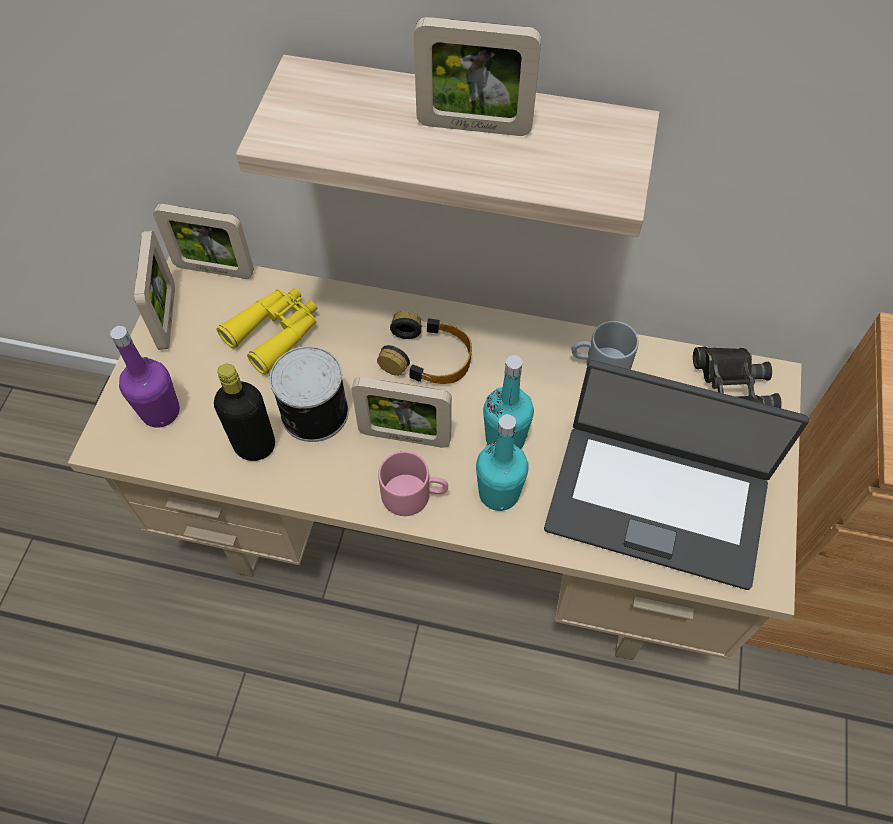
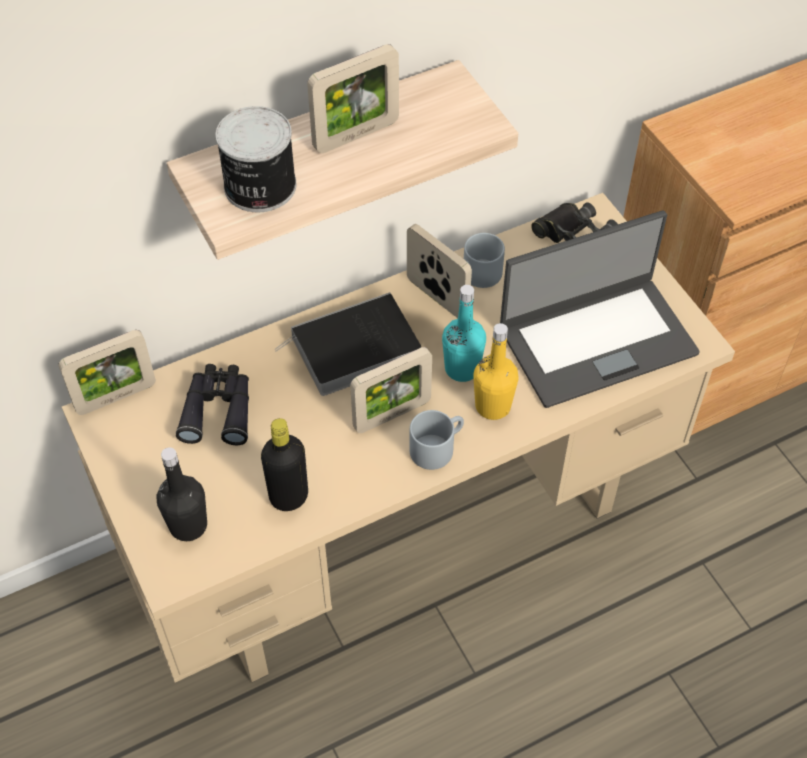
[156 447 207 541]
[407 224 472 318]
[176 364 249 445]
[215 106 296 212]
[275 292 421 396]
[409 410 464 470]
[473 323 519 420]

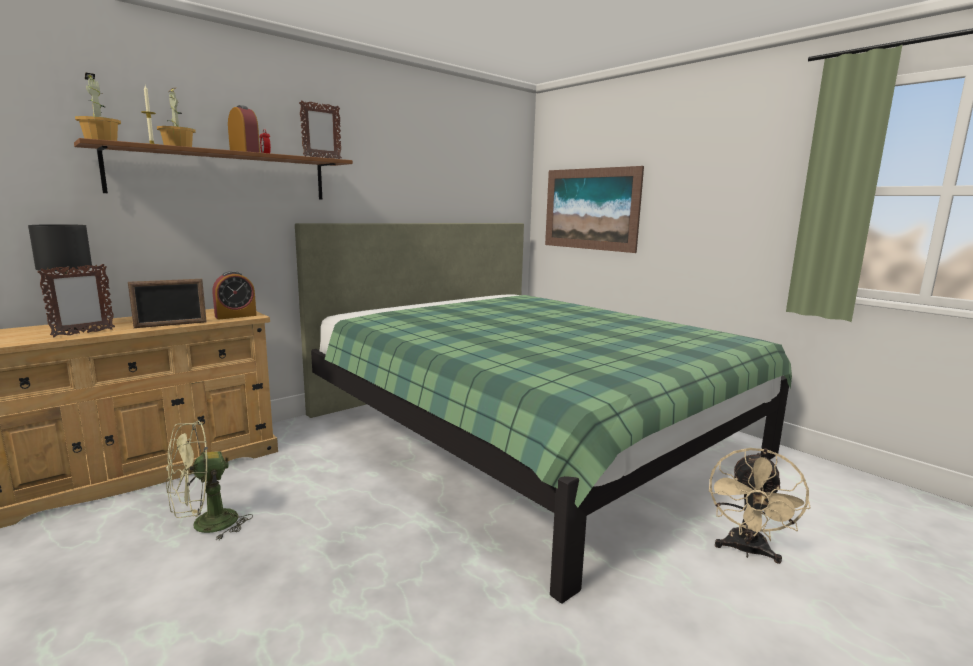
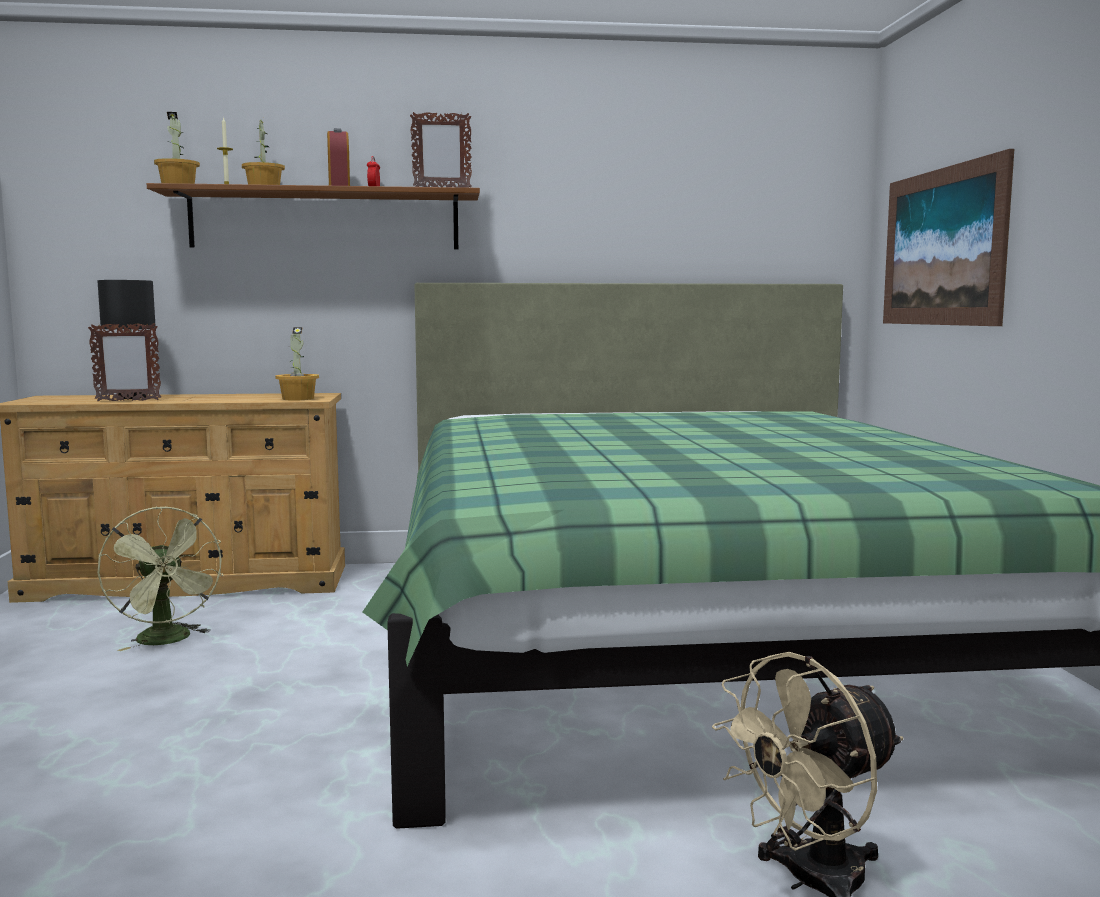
[128 279 207 328] (first image)
[98 506 223 651]
[275 327 319 400]

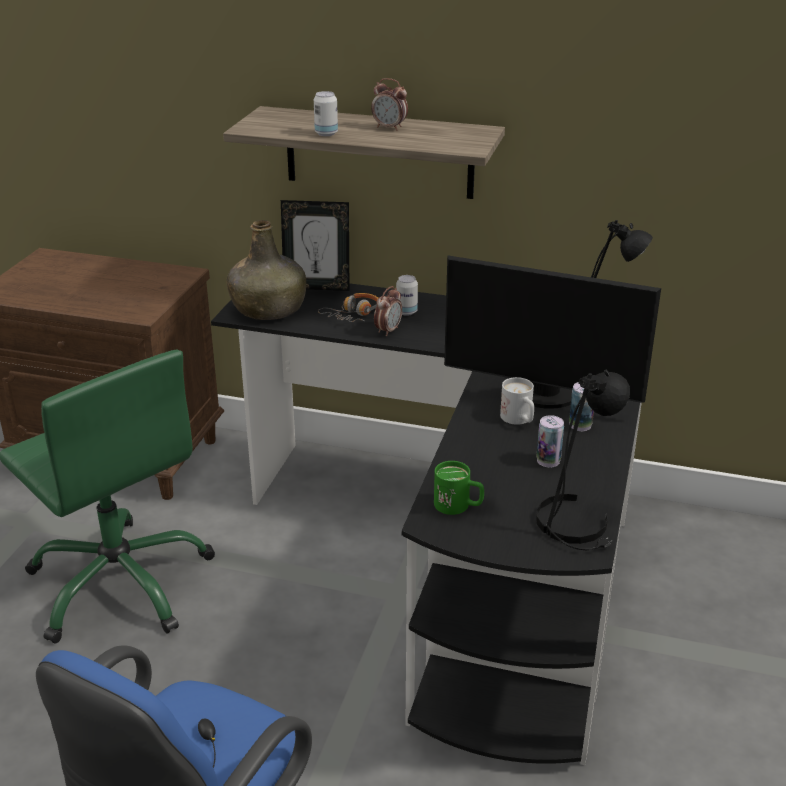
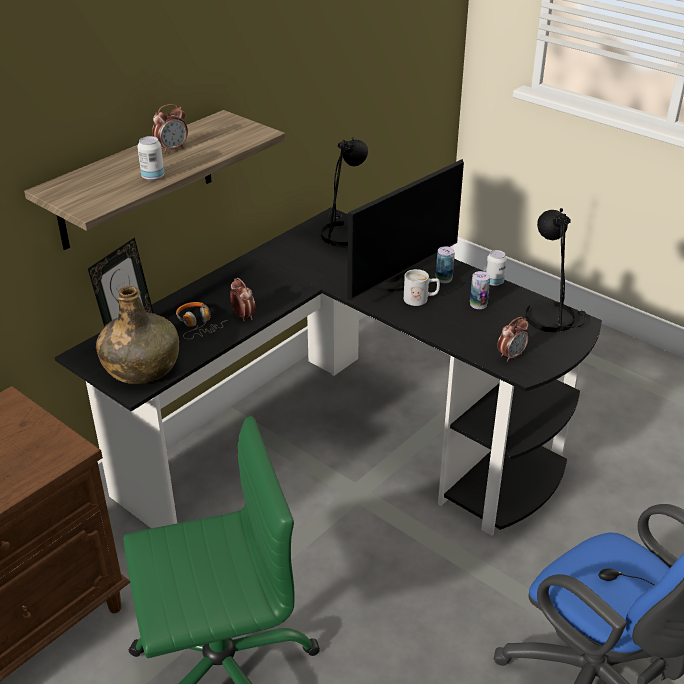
[486 250 507 286]
[497 317 529 362]

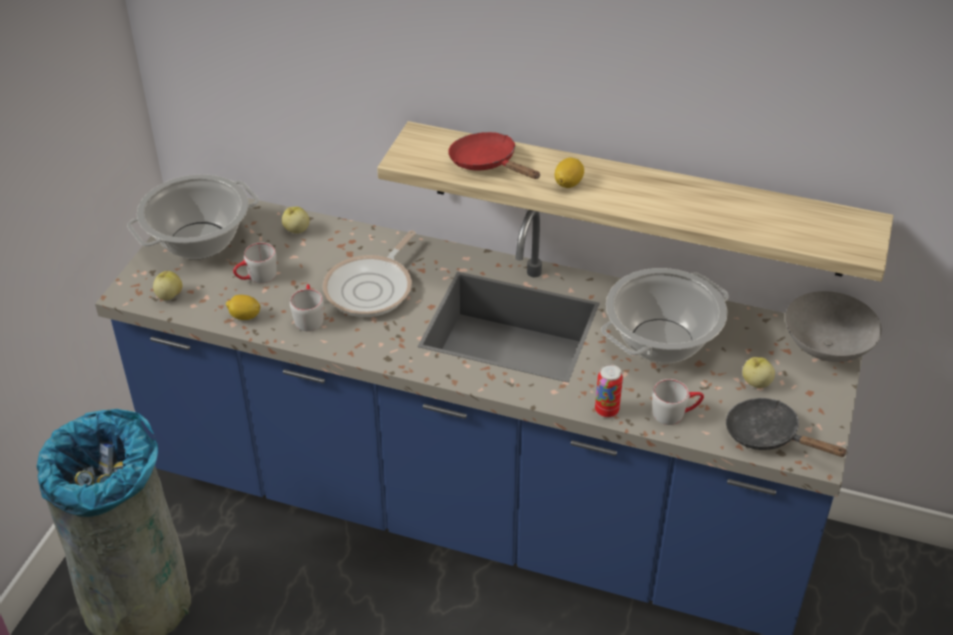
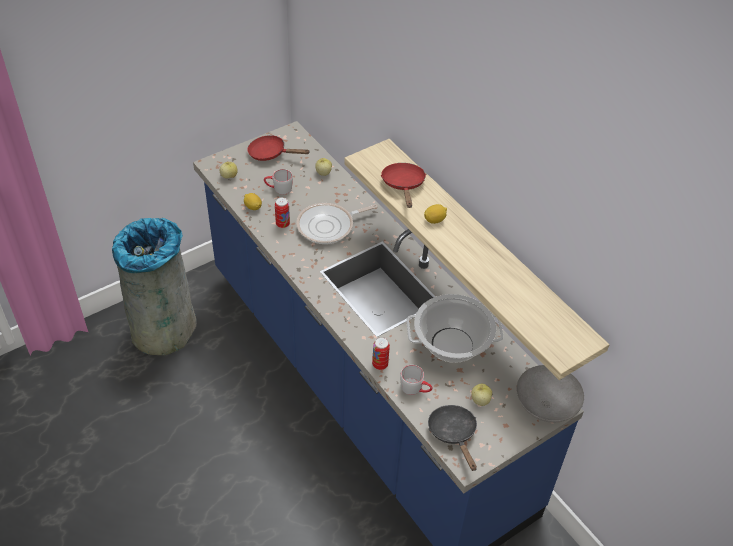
[247 135 309 161]
[275 197 290 228]

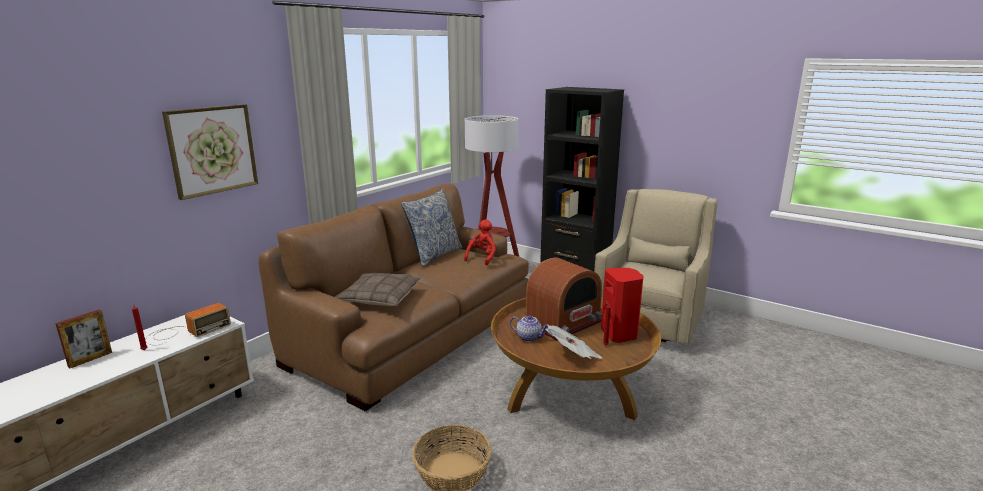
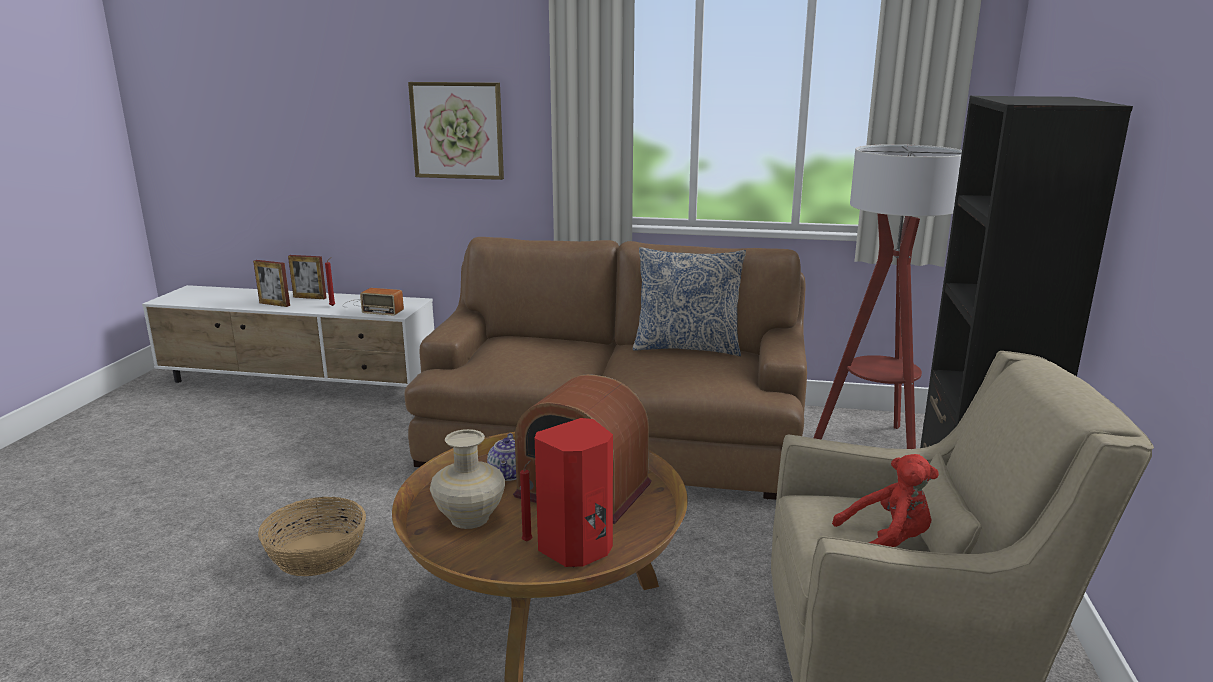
[335 273 421 306] (first image)
[832 454 939 547]
[430 429 505 529]
[253 260 290 307]

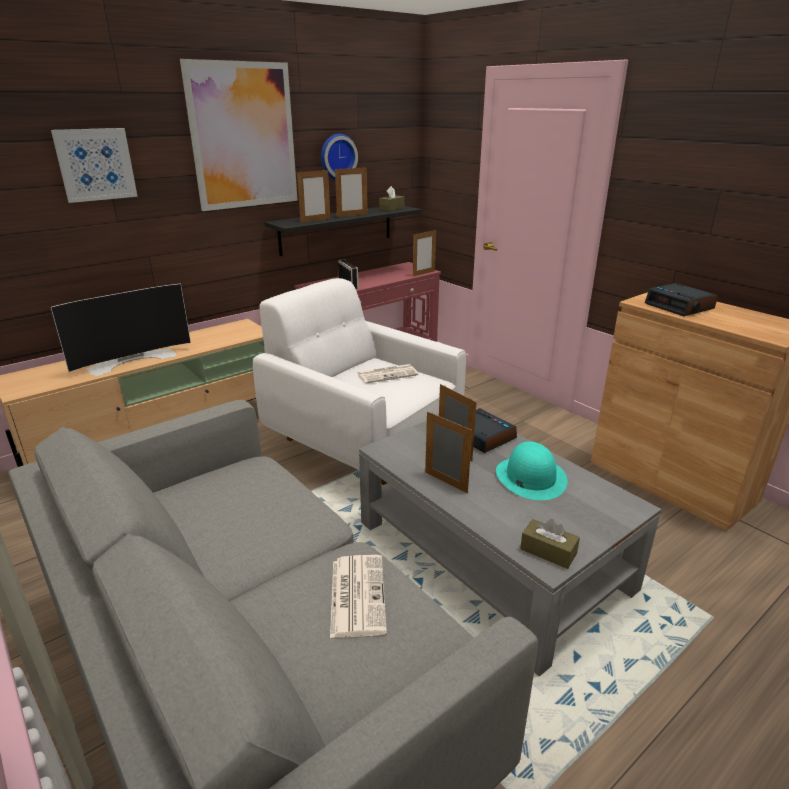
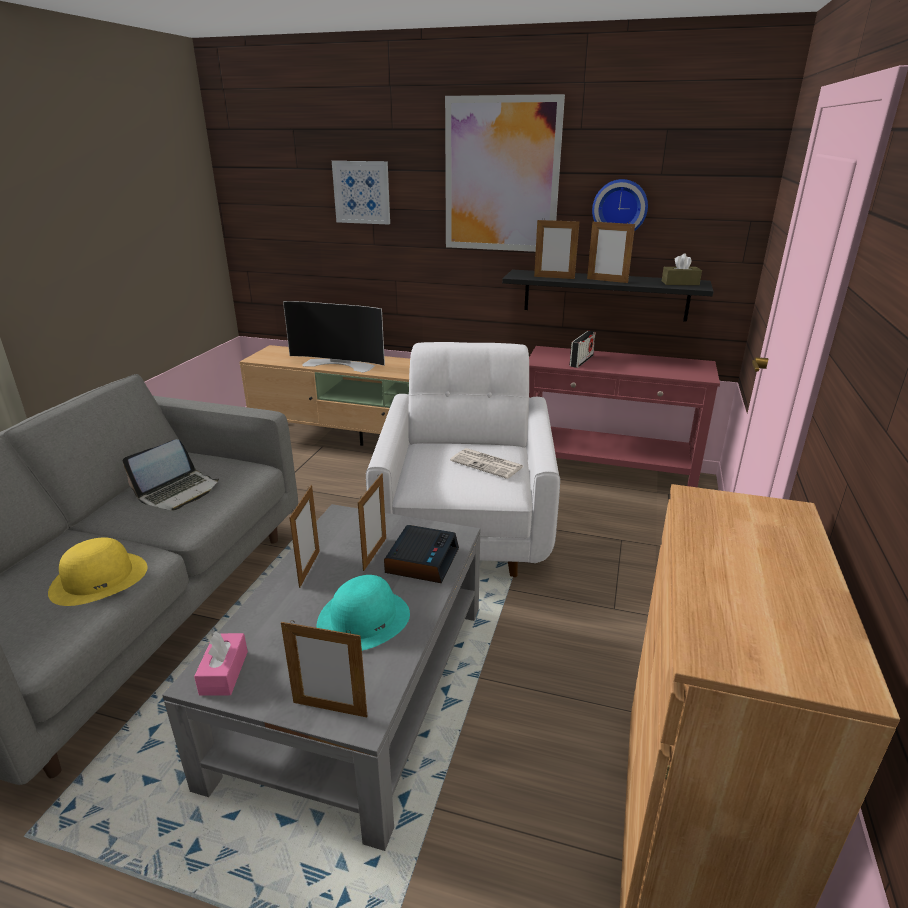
[48 537 147 606]
[281 620 368 717]
[194 631 248 696]
[645 283 718 316] (first image)
[123 439 219 511]

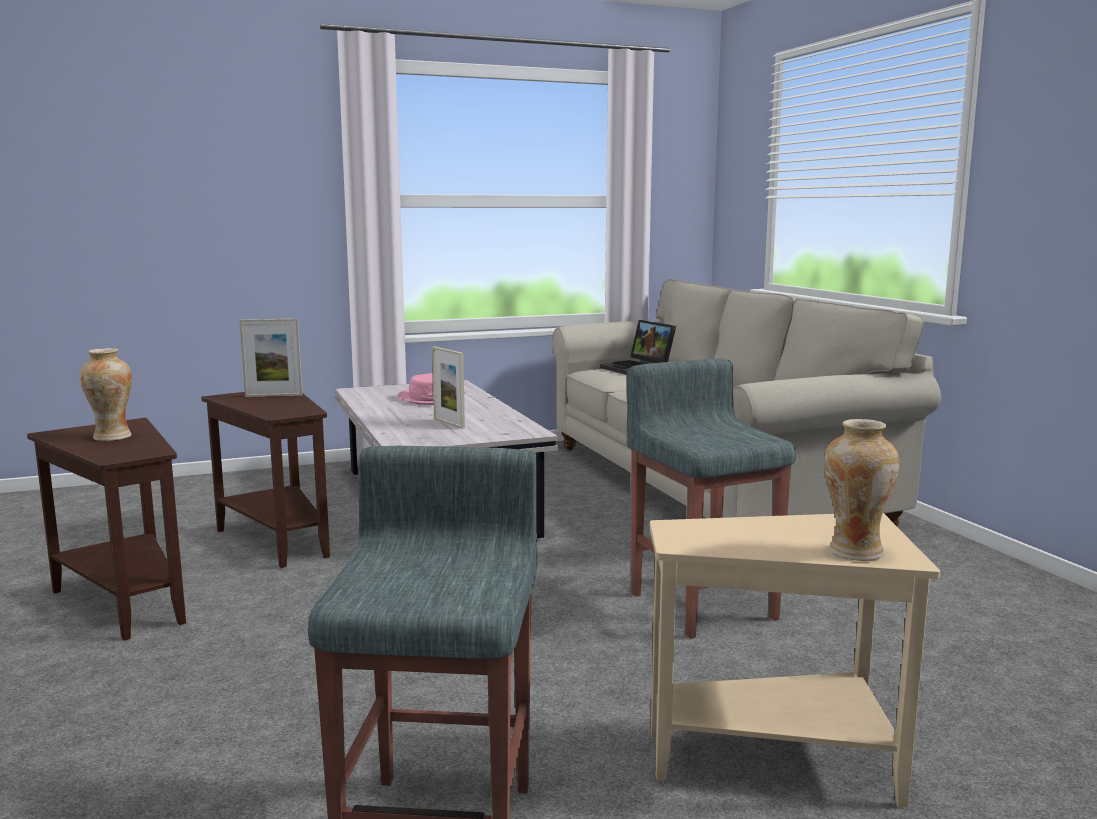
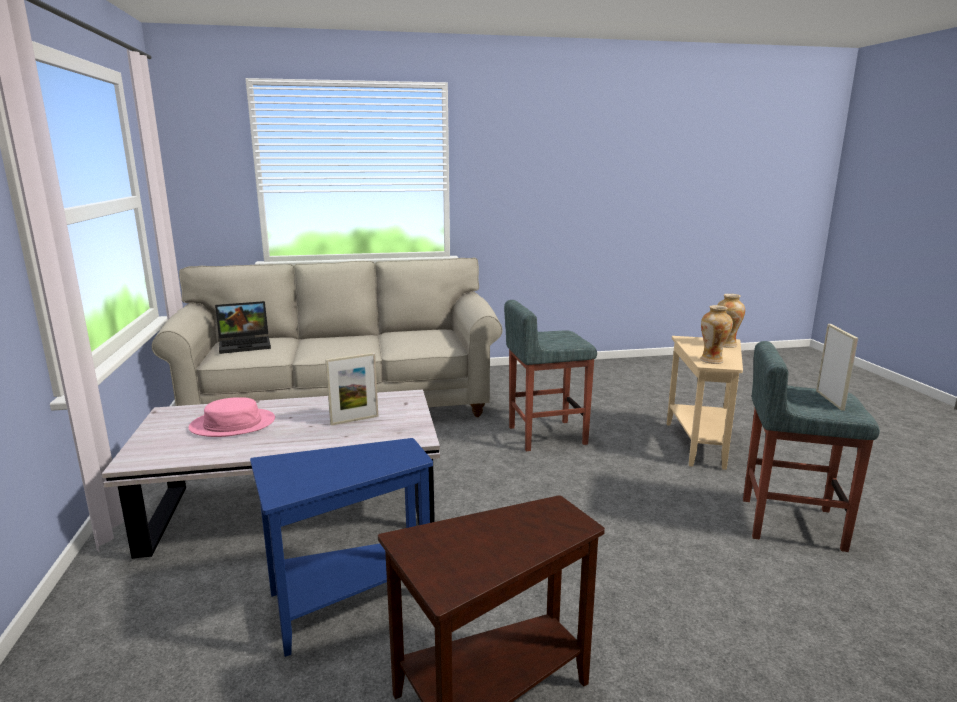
[700 305 733 364]
[250 438 433 657]
[816 324 858 411]

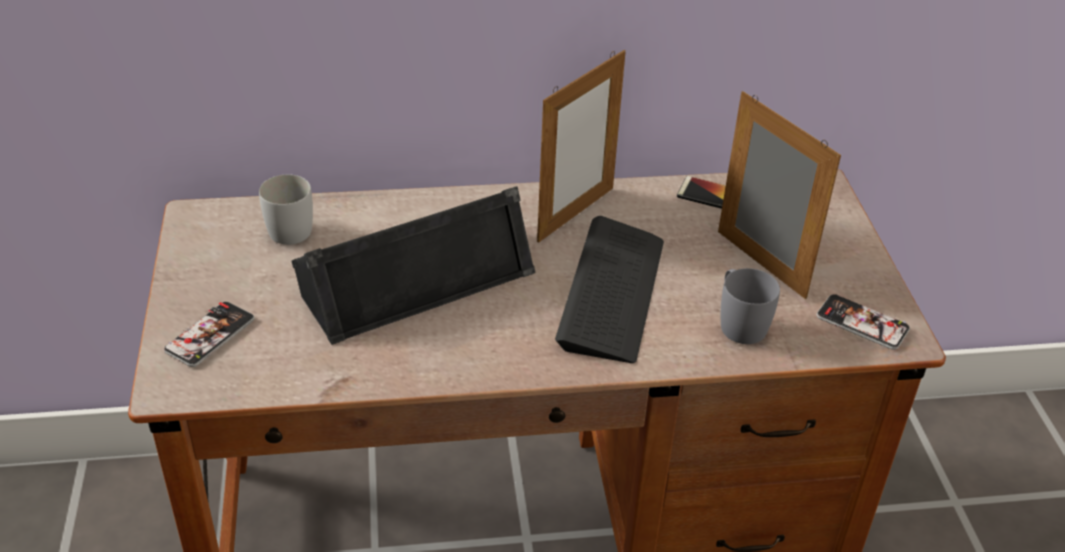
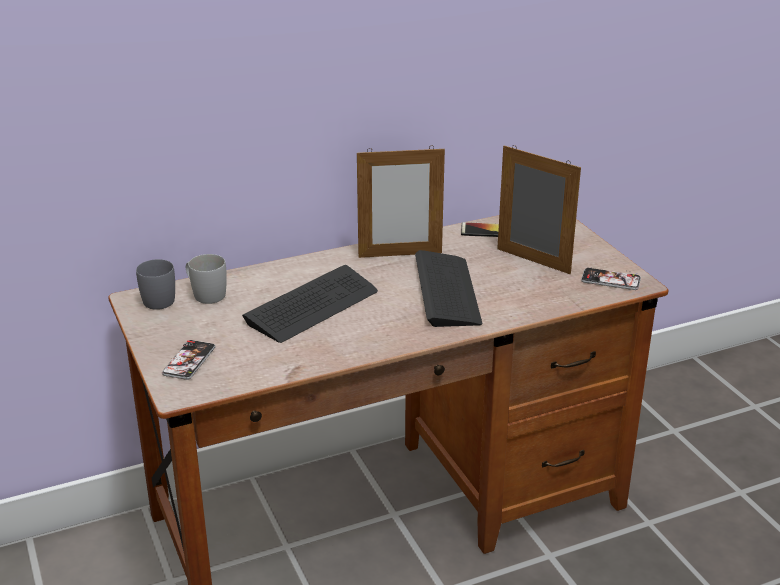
[242 265 378 343]
[357 145 445 258]
[136 259 175 310]

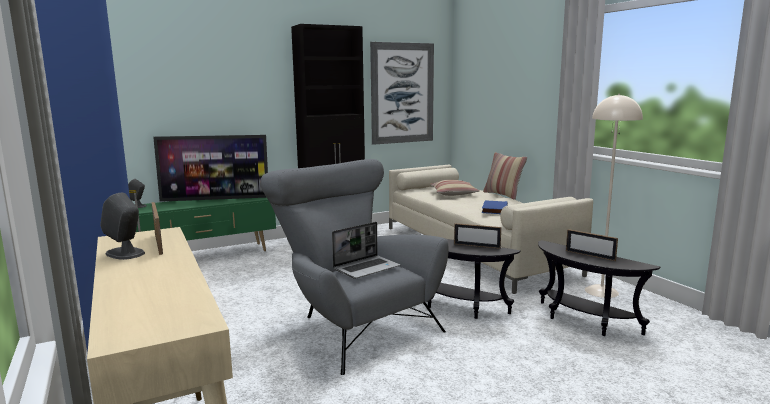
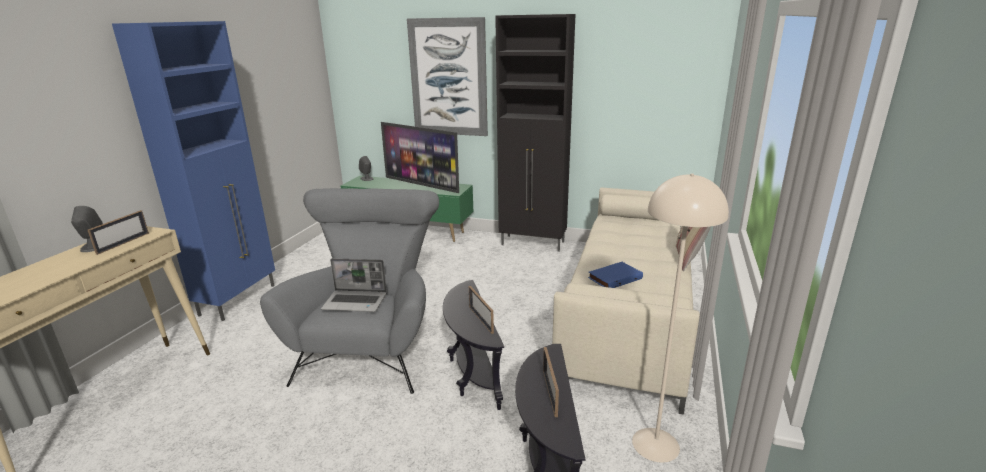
[407 17 488 136]
[430 180 480 196] (first image)

